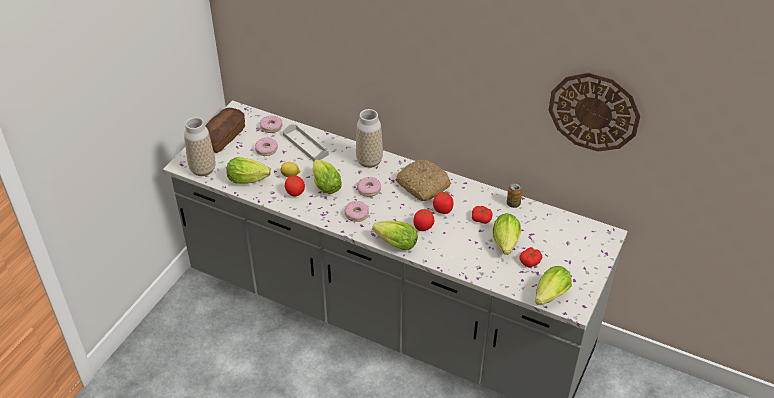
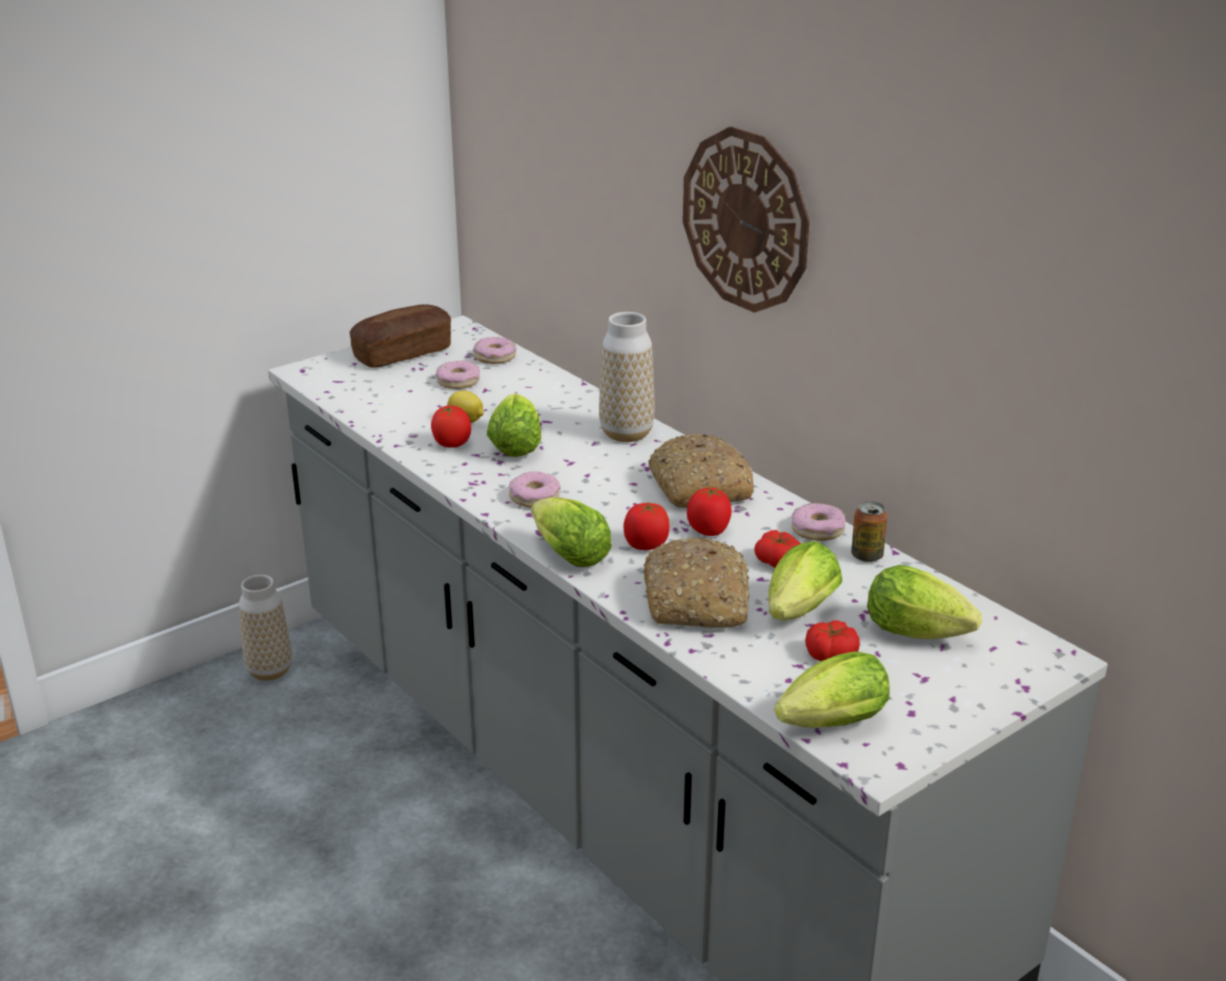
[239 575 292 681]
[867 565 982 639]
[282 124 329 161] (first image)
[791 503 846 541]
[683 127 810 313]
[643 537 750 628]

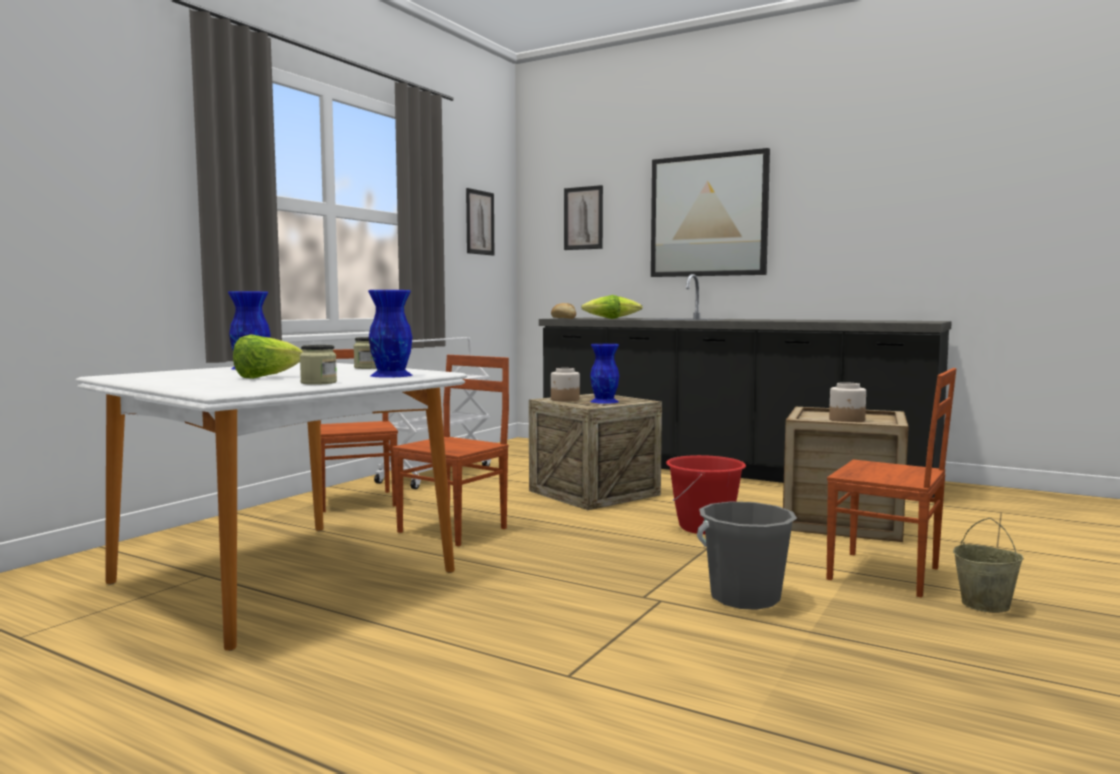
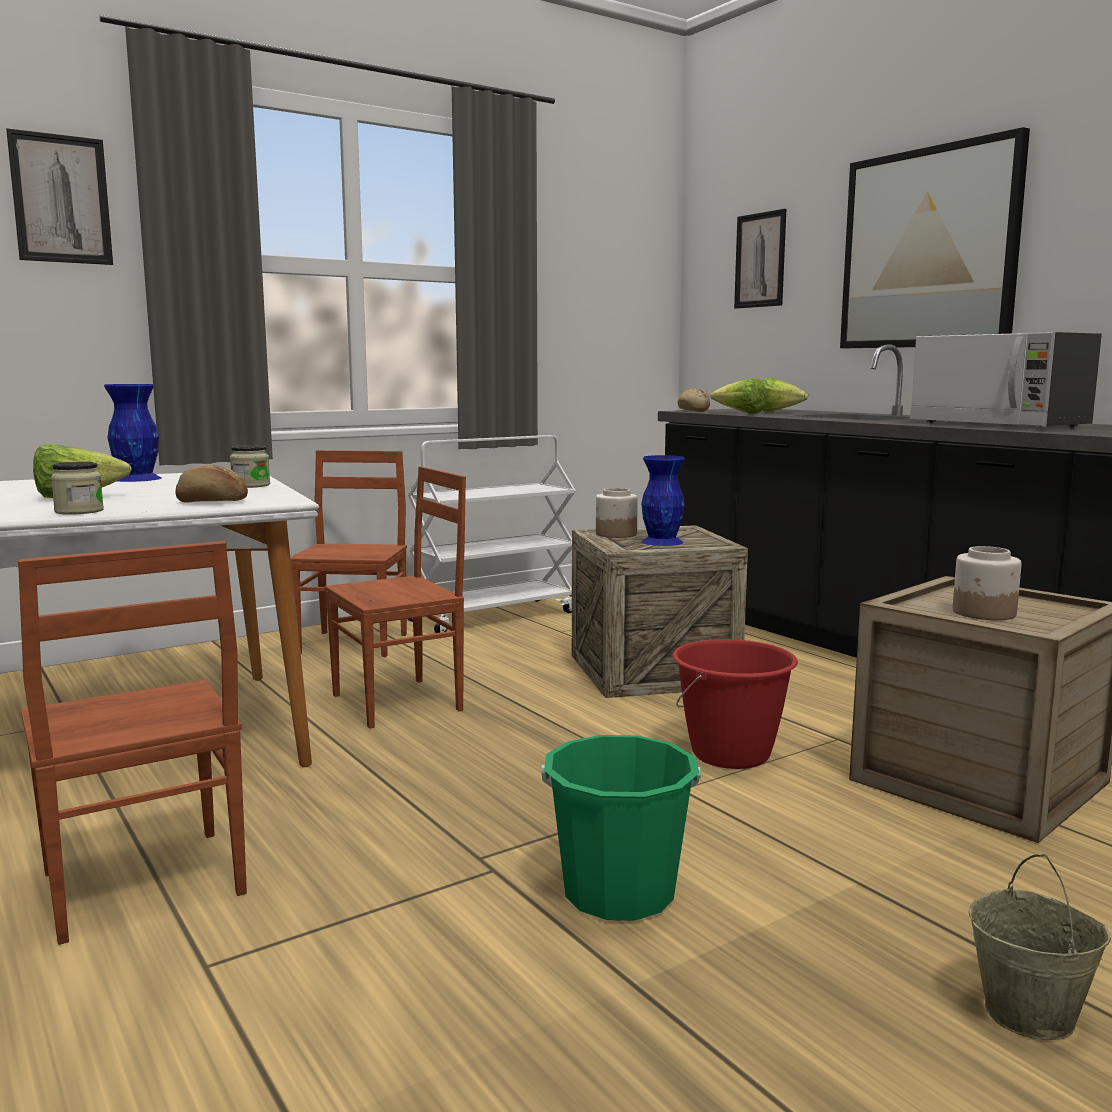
[175 465 248 503]
[6 128 113 265]
[542 735 701 921]
[18 541 247 945]
[910 332 1102 429]

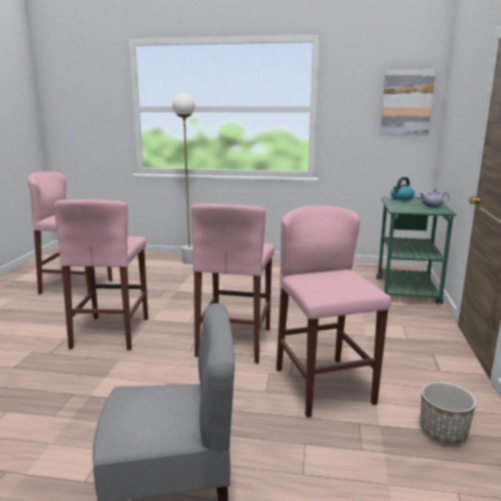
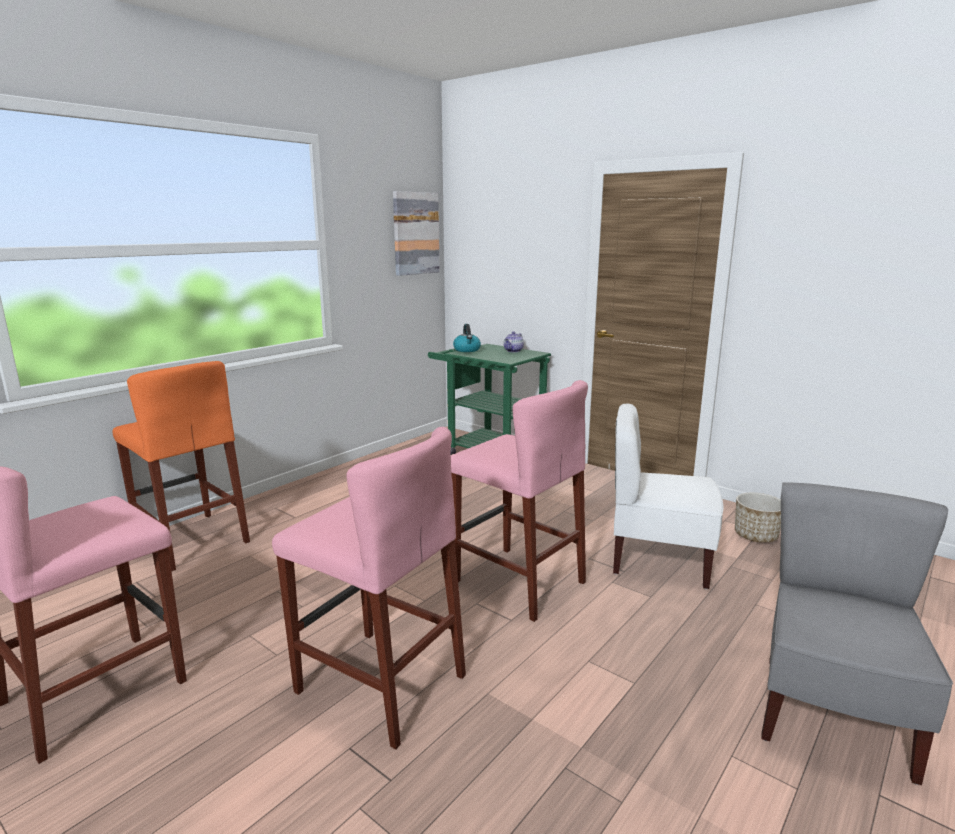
[112 361 250 571]
[613 404 724 589]

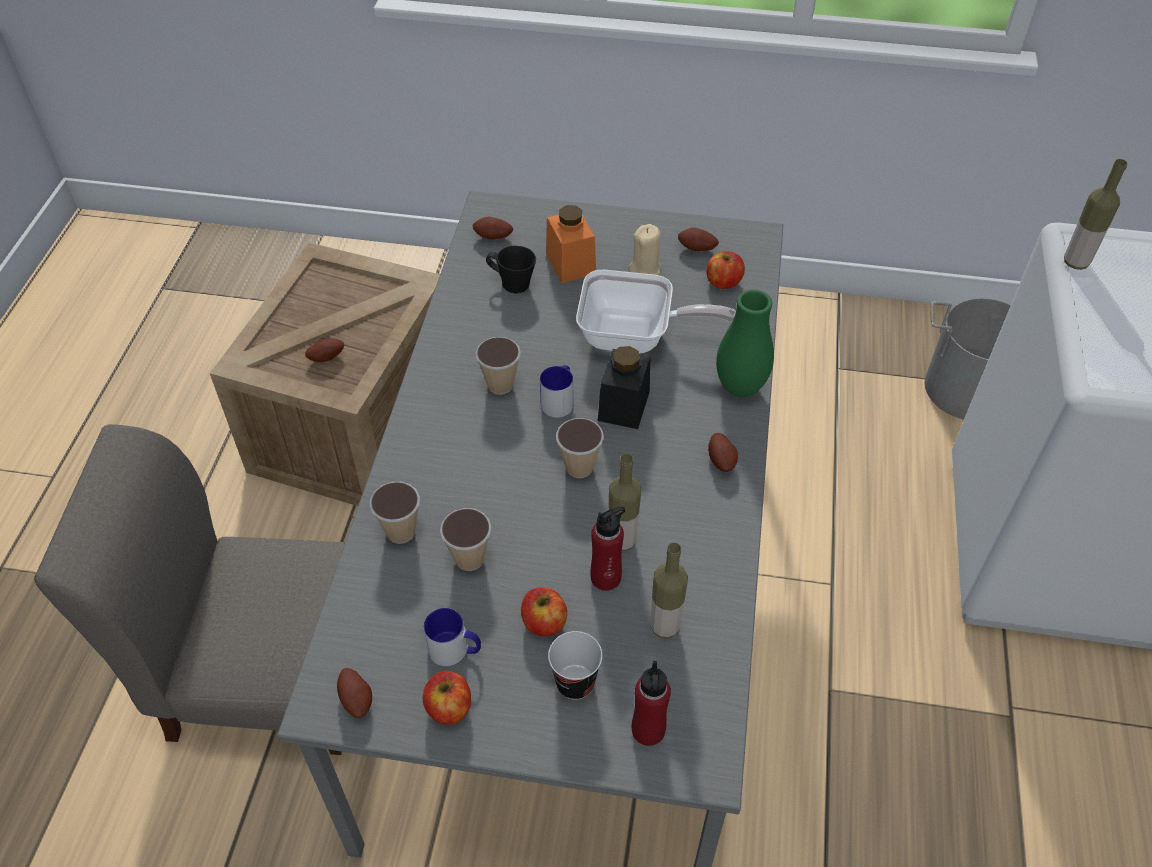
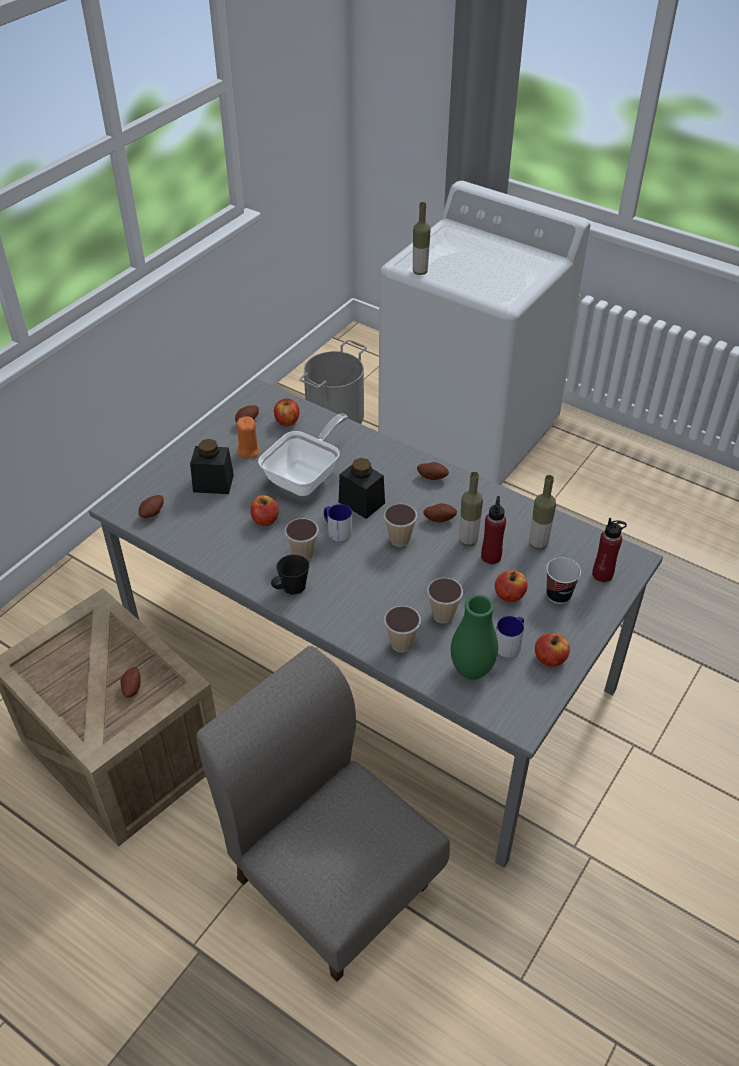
[197 646 450 982]
[423 503 457 522]
[271 555 309 595]
[190 439 234 494]
[236 416 260 459]
[451 595 498 679]
[251 495 279 526]

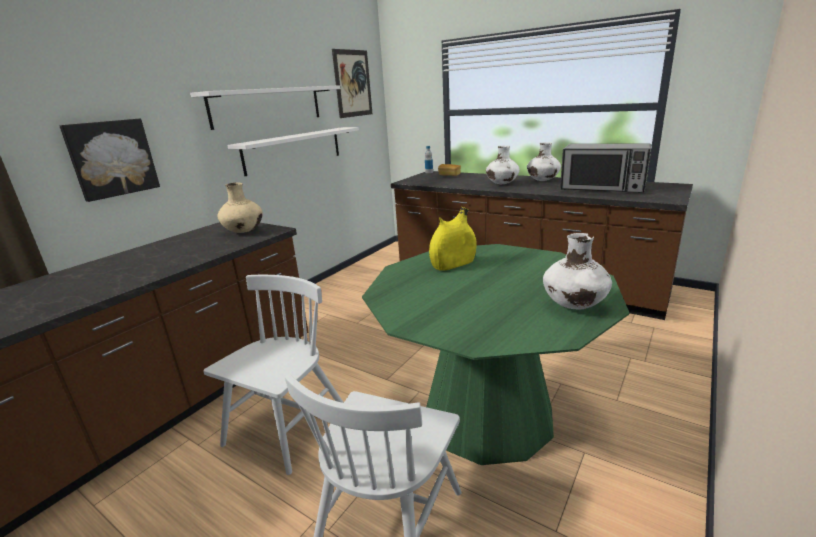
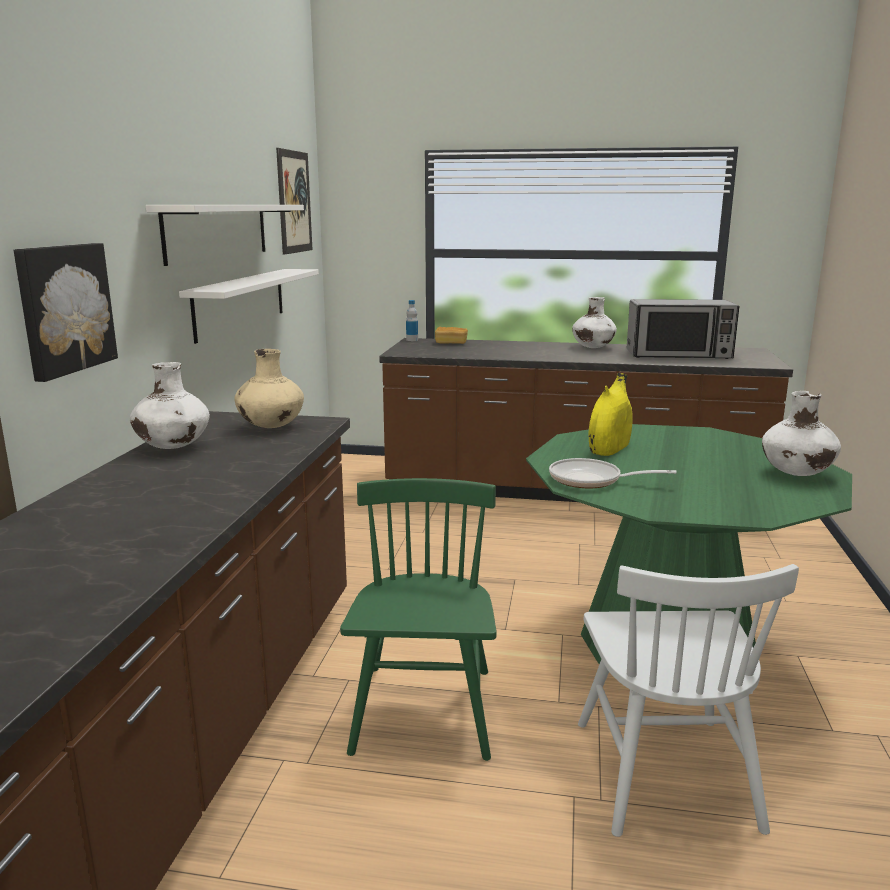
[340 478 497 761]
[130 362 210 449]
[549 458 677 488]

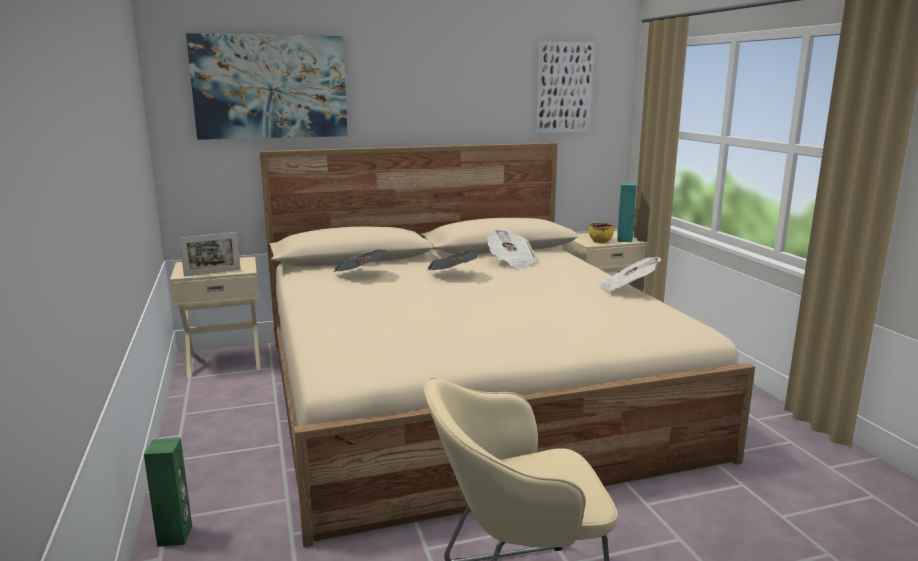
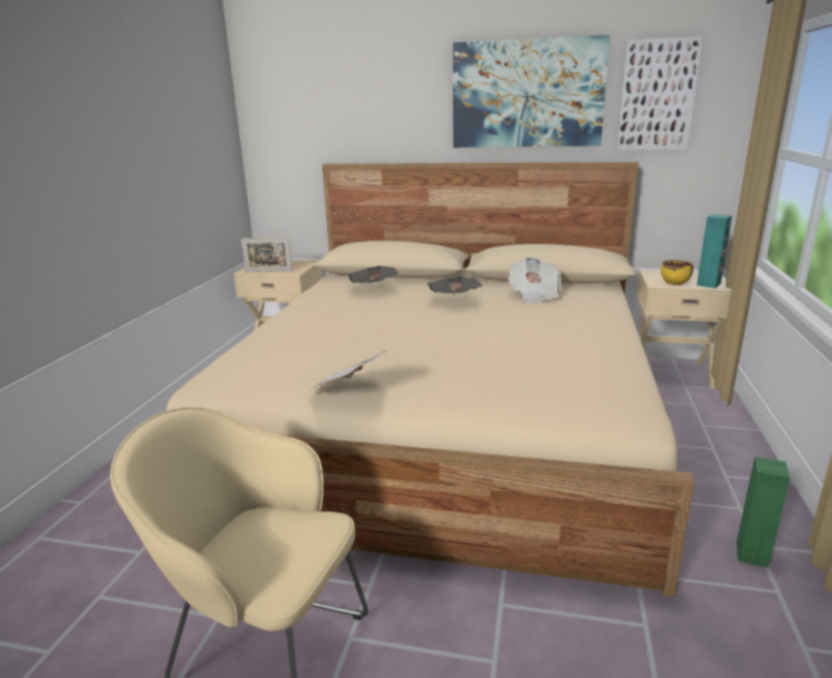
[736 457 790 568]
[453 35 610 148]
[311 351 386 389]

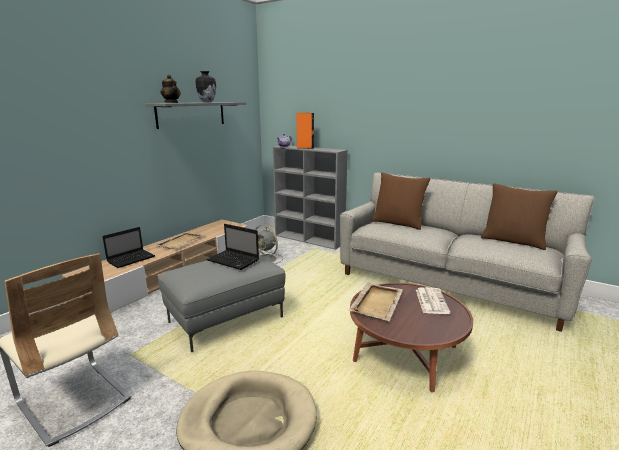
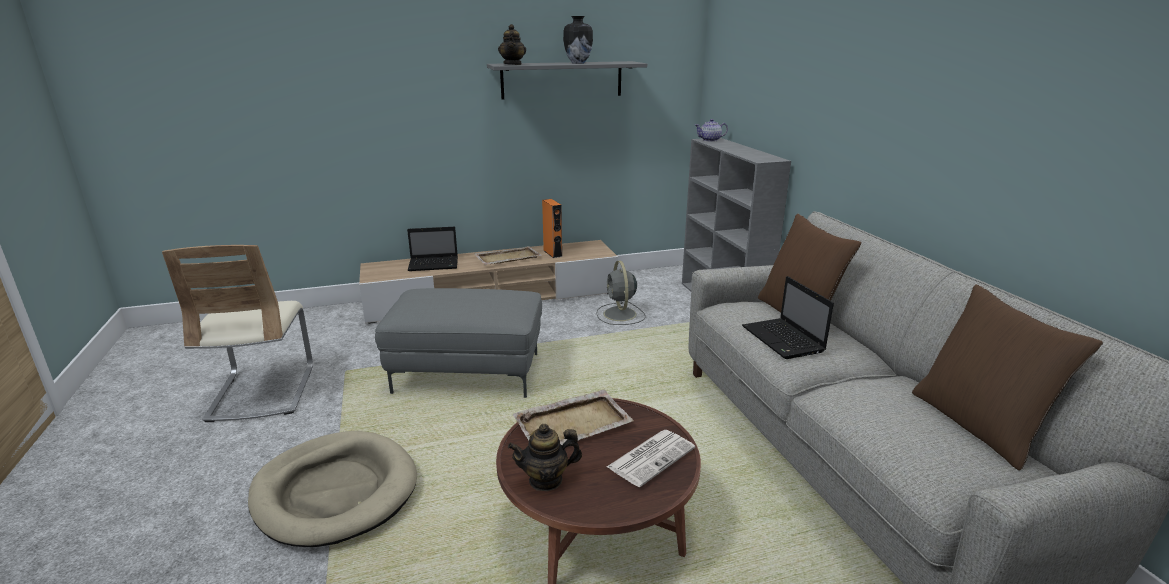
[742 276 834 359]
[542 199 563 258]
[508 424 582 491]

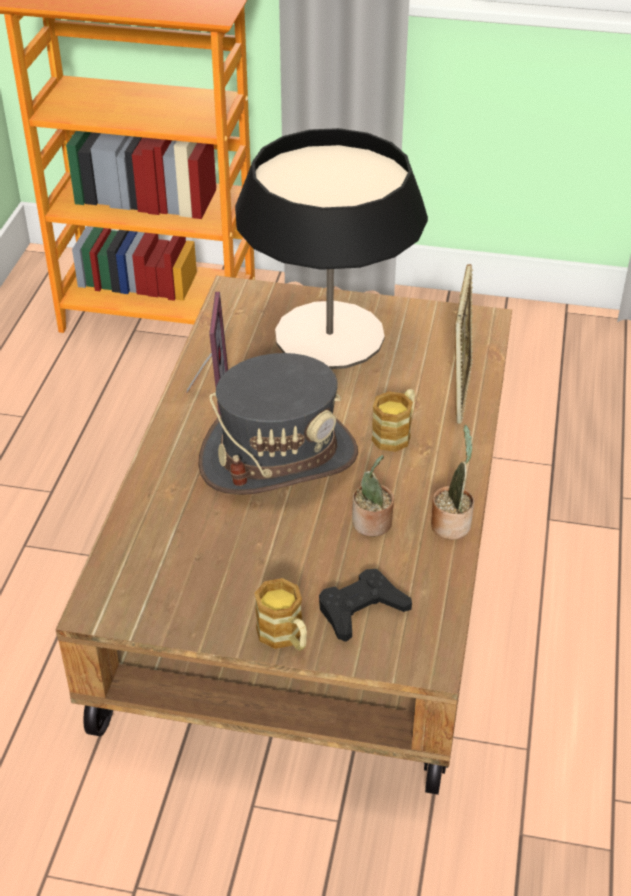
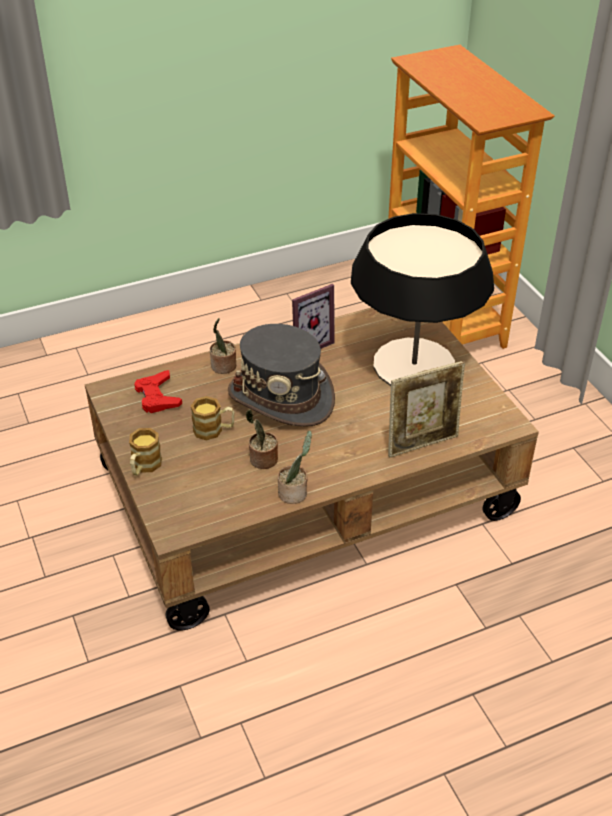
[319 569 412 642] (first image)
[191 396 235 441]
[134 370 182 413]
[210 318 236 374]

